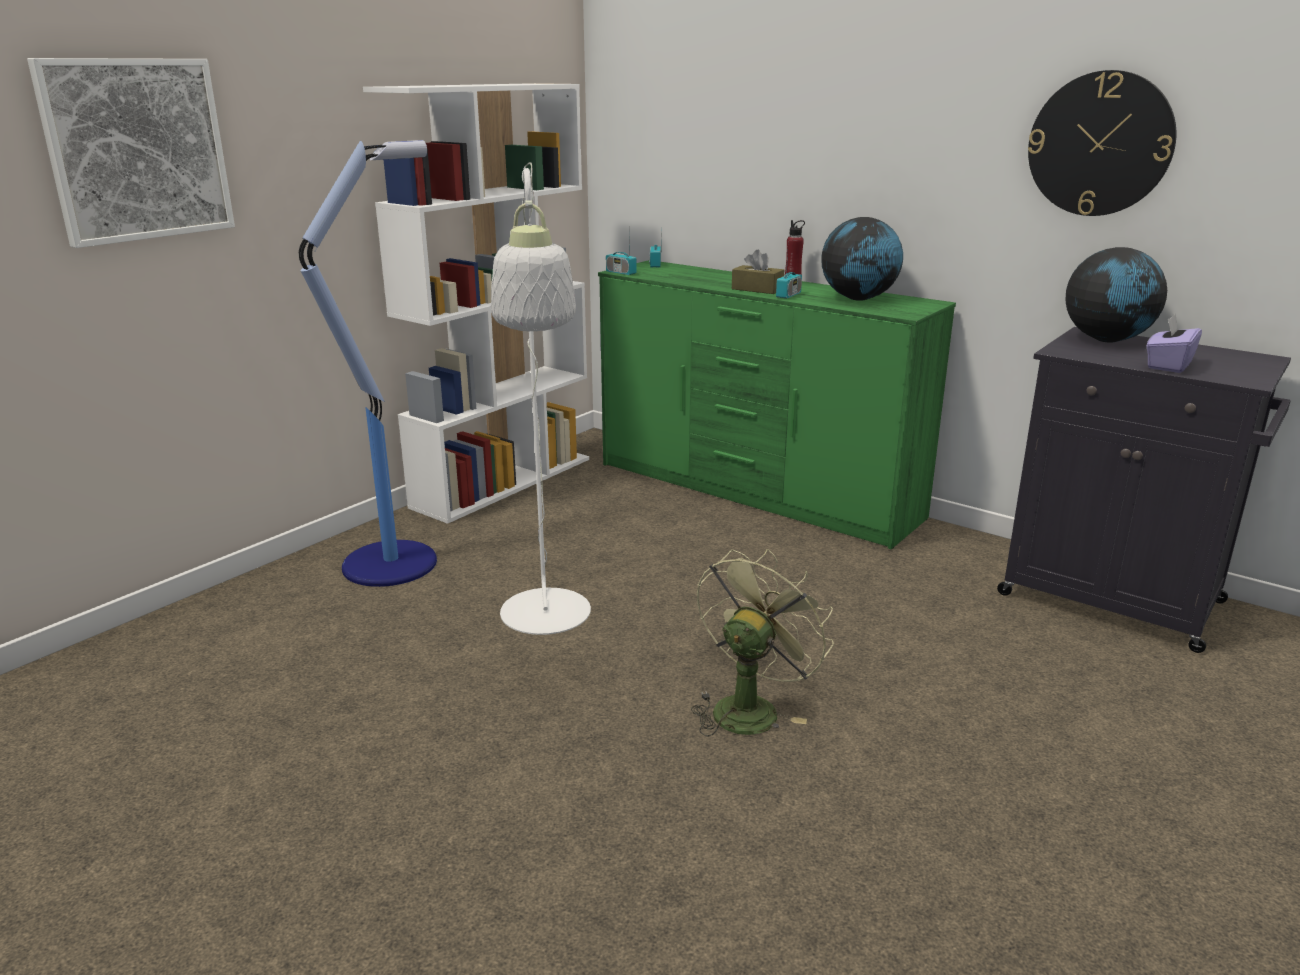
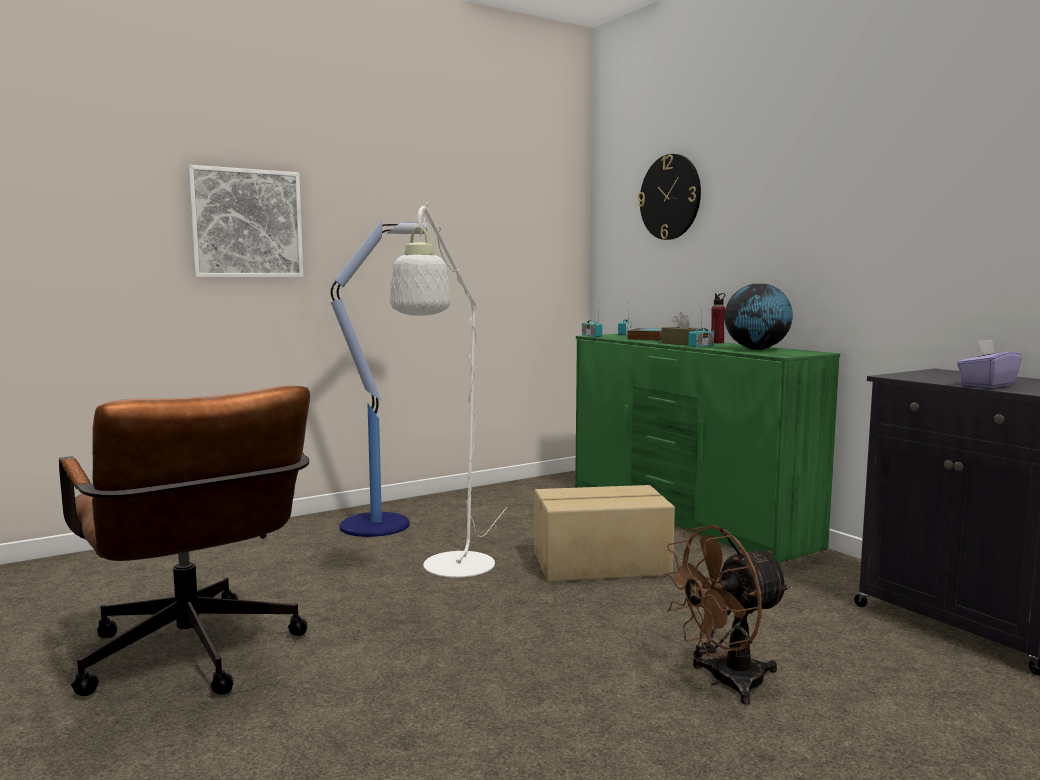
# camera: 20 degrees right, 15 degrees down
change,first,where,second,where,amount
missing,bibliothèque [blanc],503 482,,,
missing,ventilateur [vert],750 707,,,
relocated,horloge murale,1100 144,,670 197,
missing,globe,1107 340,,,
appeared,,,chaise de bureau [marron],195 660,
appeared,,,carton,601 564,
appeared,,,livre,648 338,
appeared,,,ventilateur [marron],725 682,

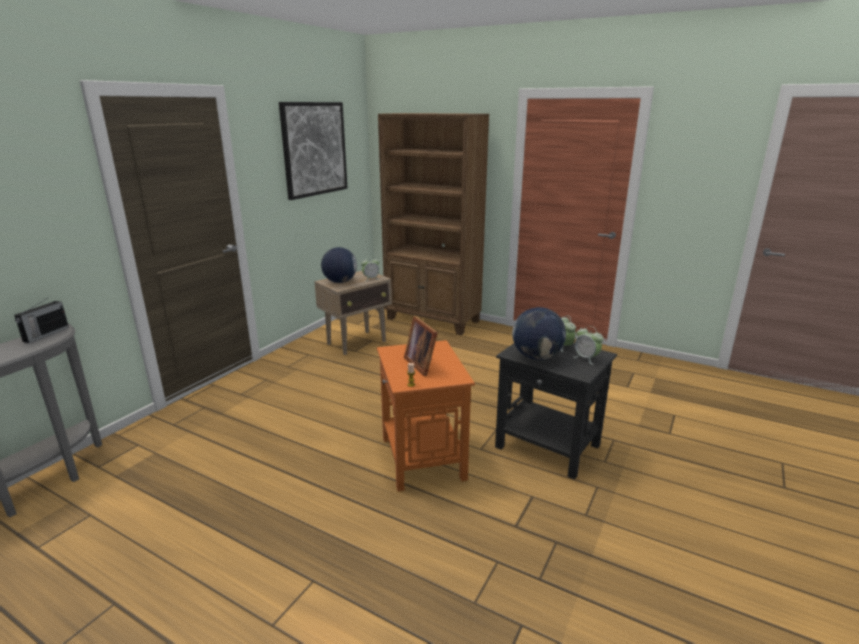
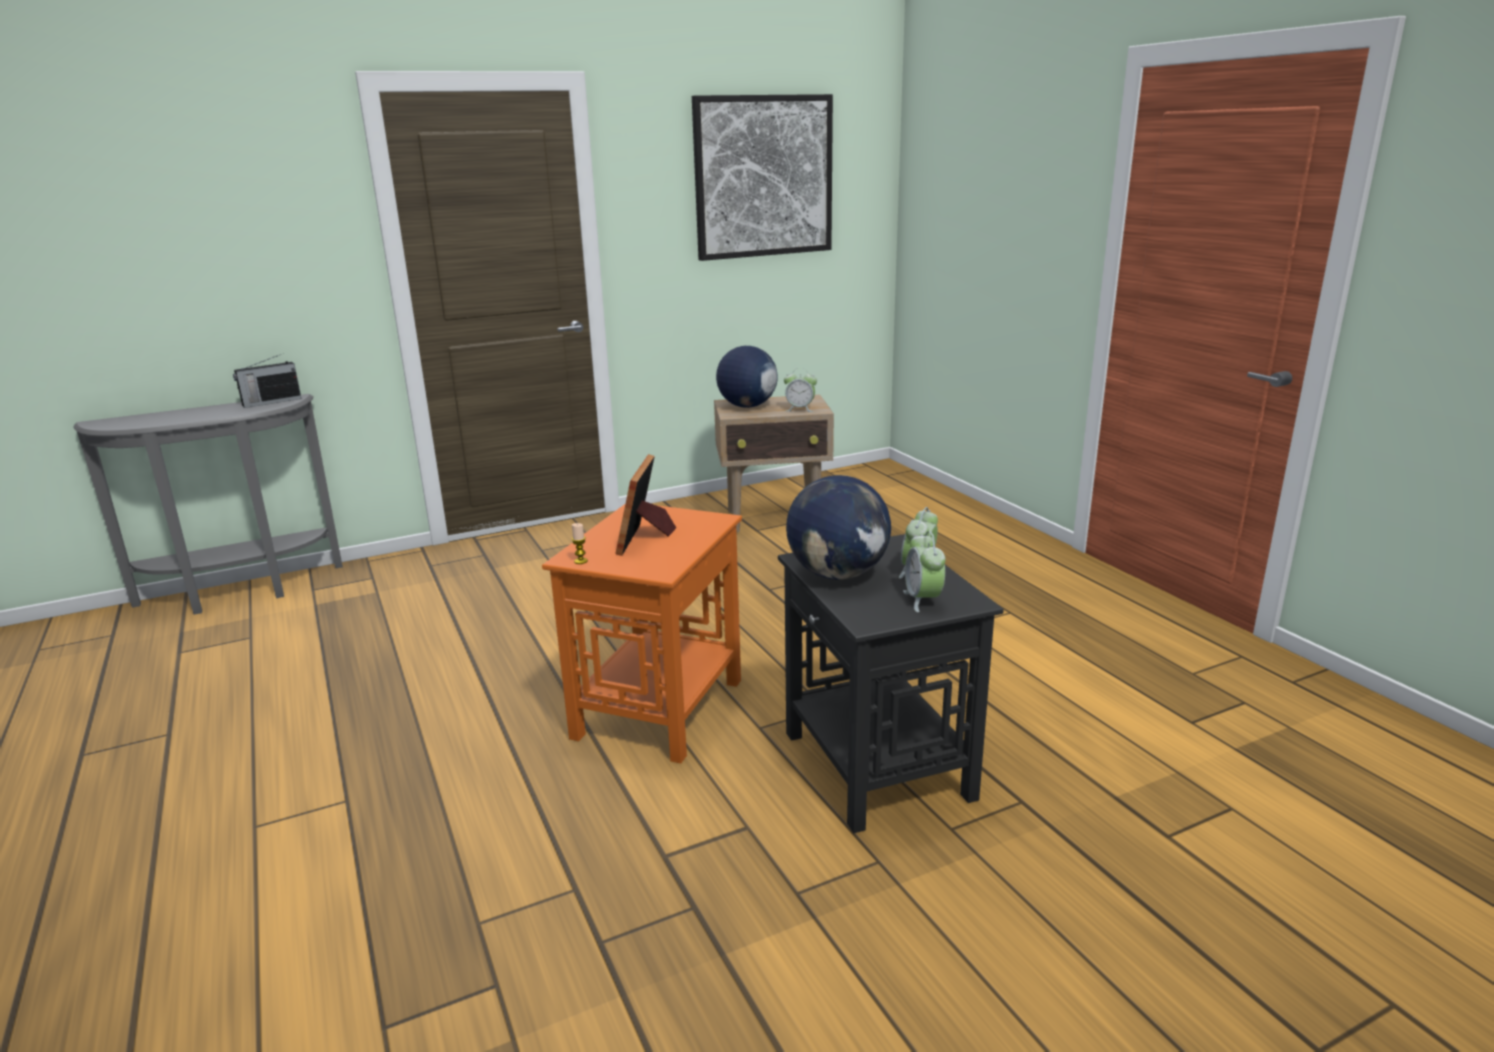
# camera: 35 degrees right, 0 degrees up
change,first,where,second,where,amount
missing,bibliothèque [marron],433 320,,,

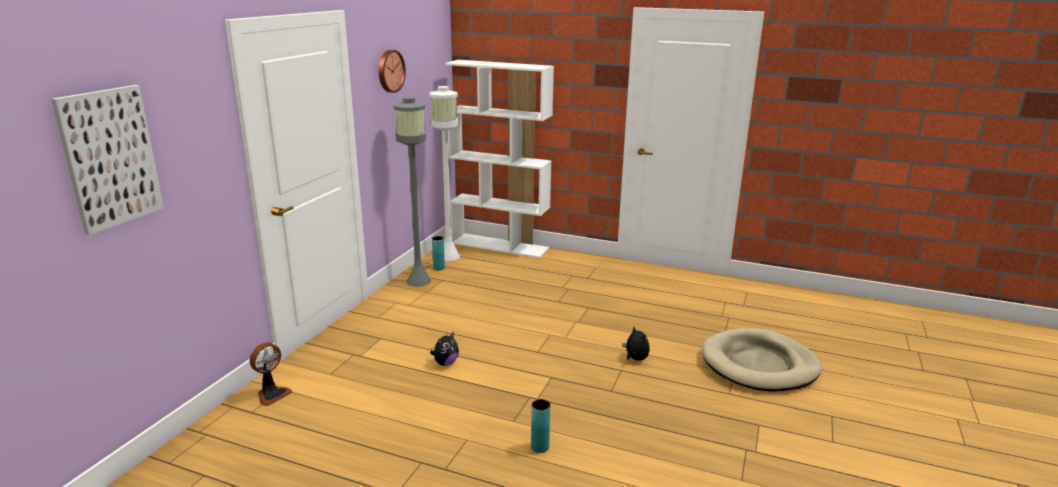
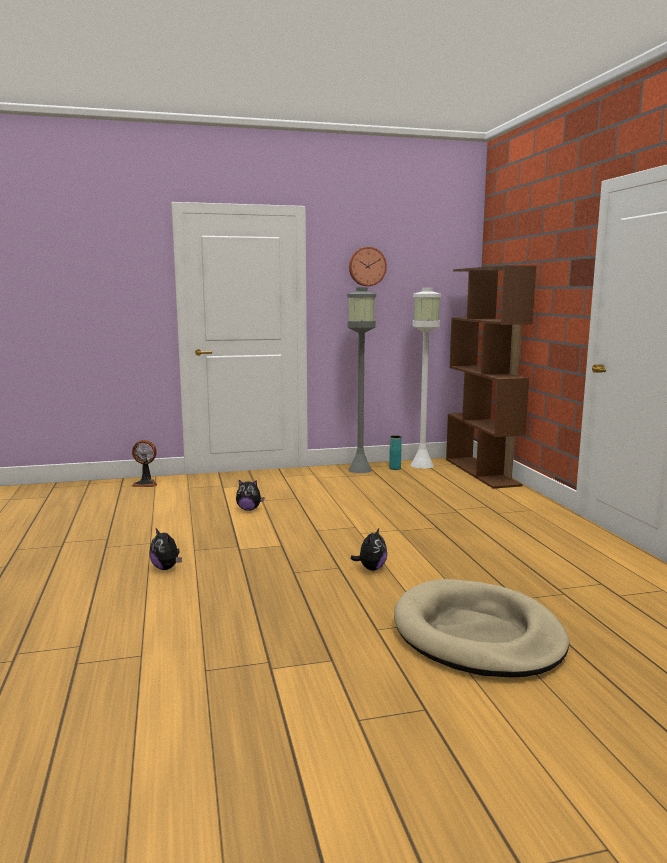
# camera: 55 degrees right, 10 degrees down
change,first,where,second,where,amount
missing,tableau,111 158,,,
colour,bibliothèque [blanc],500 246,bibliothèque [marron],482 472,
exchanged,vase [turquoise],540 447,peluche,166 568,

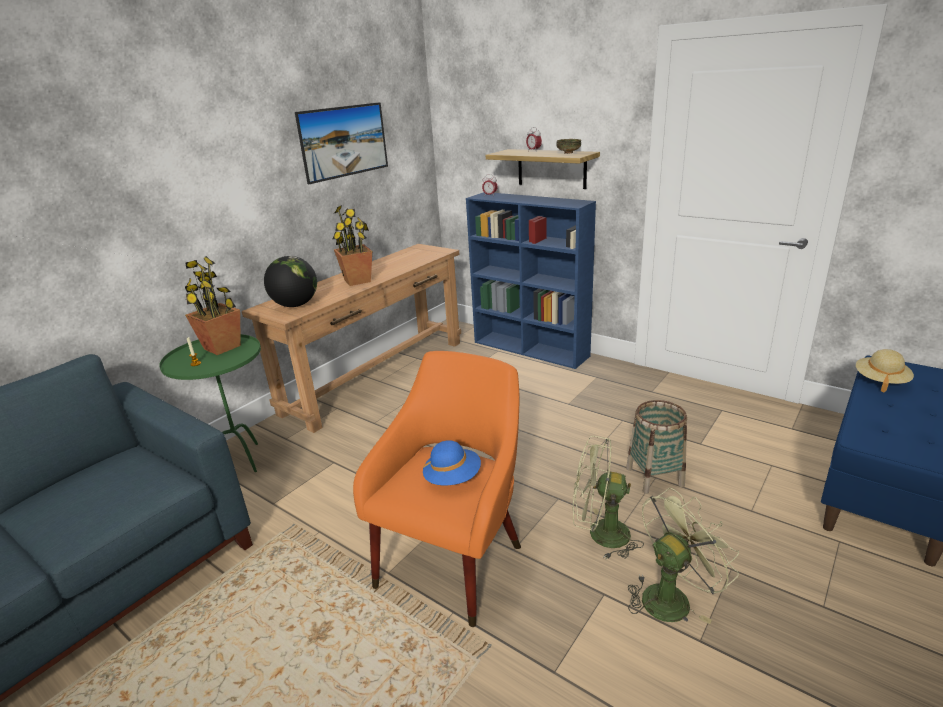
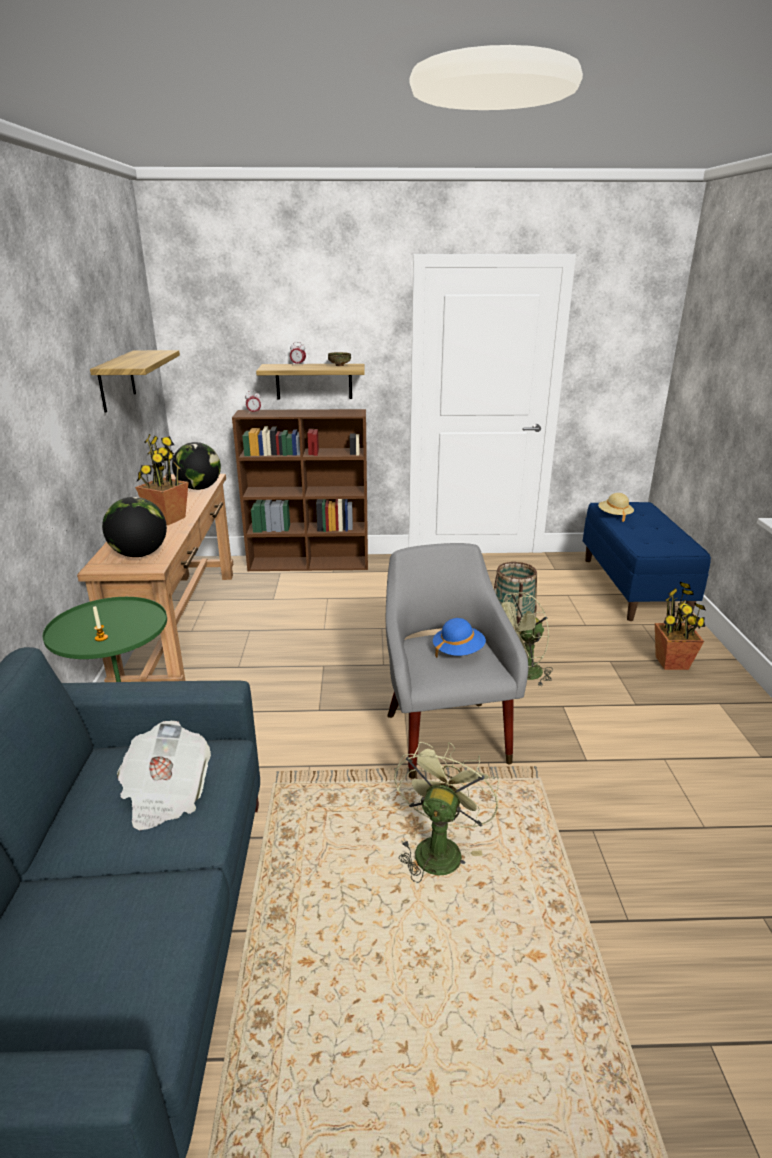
# camera: 40 degrees left, 0 degrees up
change,first,where,second,where,amount
relocated,plante en pot,222 347,,672 663,
exchanged,tableau,347 158,étagère,116 381,
colour,fauteuil [orange],454 557,fauteuil [gris],444 731,
colour,bibliothèque [bleu],531 349,bibliothèque [marron],310 563,
relocated,ventilateur [vert],671 596,,439 847,
appeared,,,journal,166 794,
appeared,,,globe,199 488,

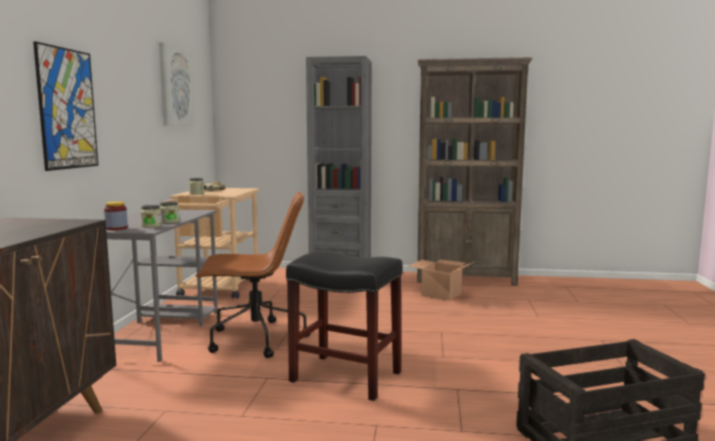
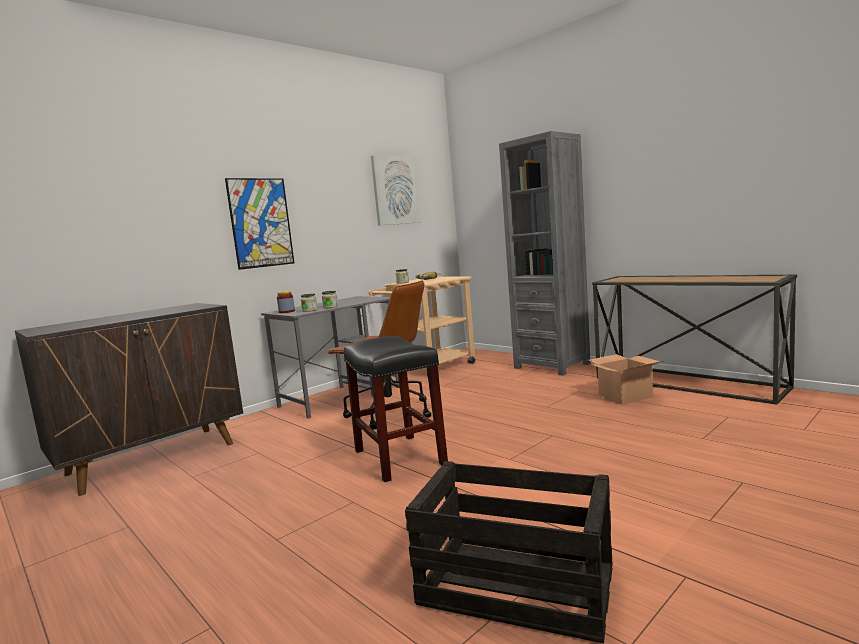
# camera: 40 degrees right, 0 degrees up
change,first,where,second,where,amount
exchanged,bibliothèque [marron],466 279,table console,688 382,

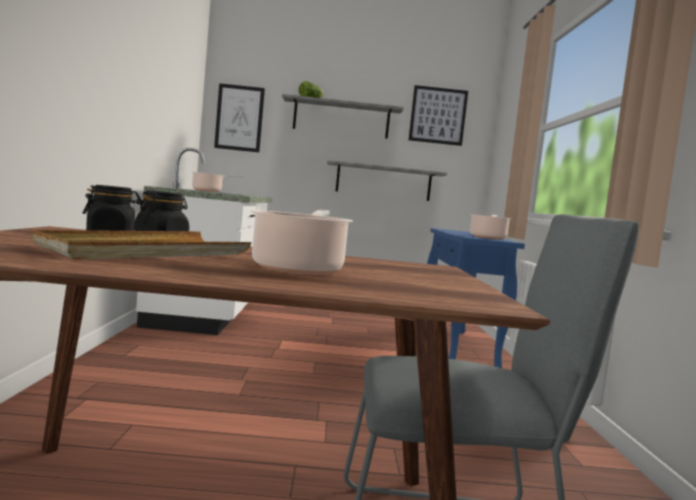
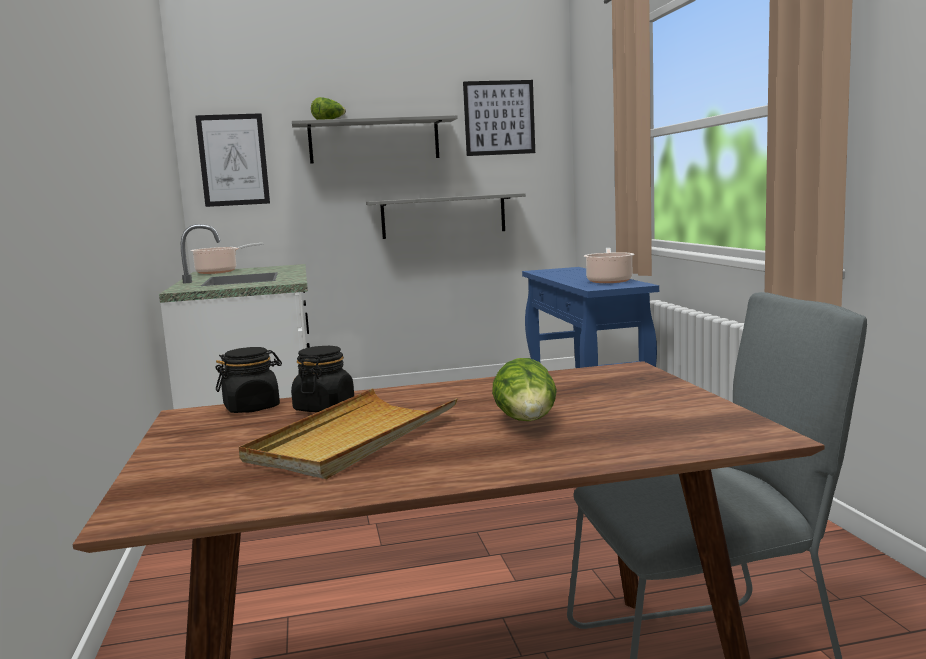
# camera: 10 degrees left, 5 degrees up
change,first,where,second,where,amount
exchanged,marmite,299 268,laitue,527 422,

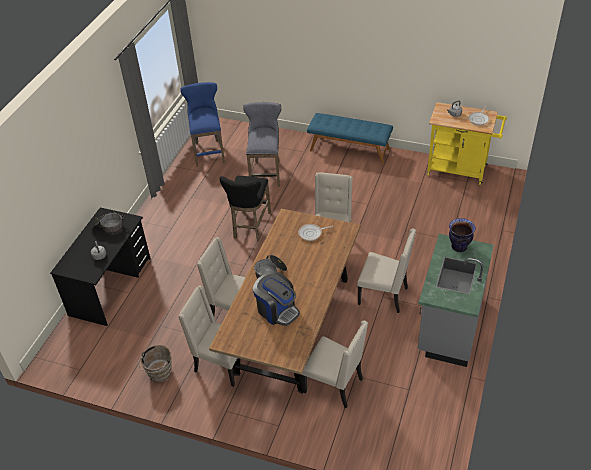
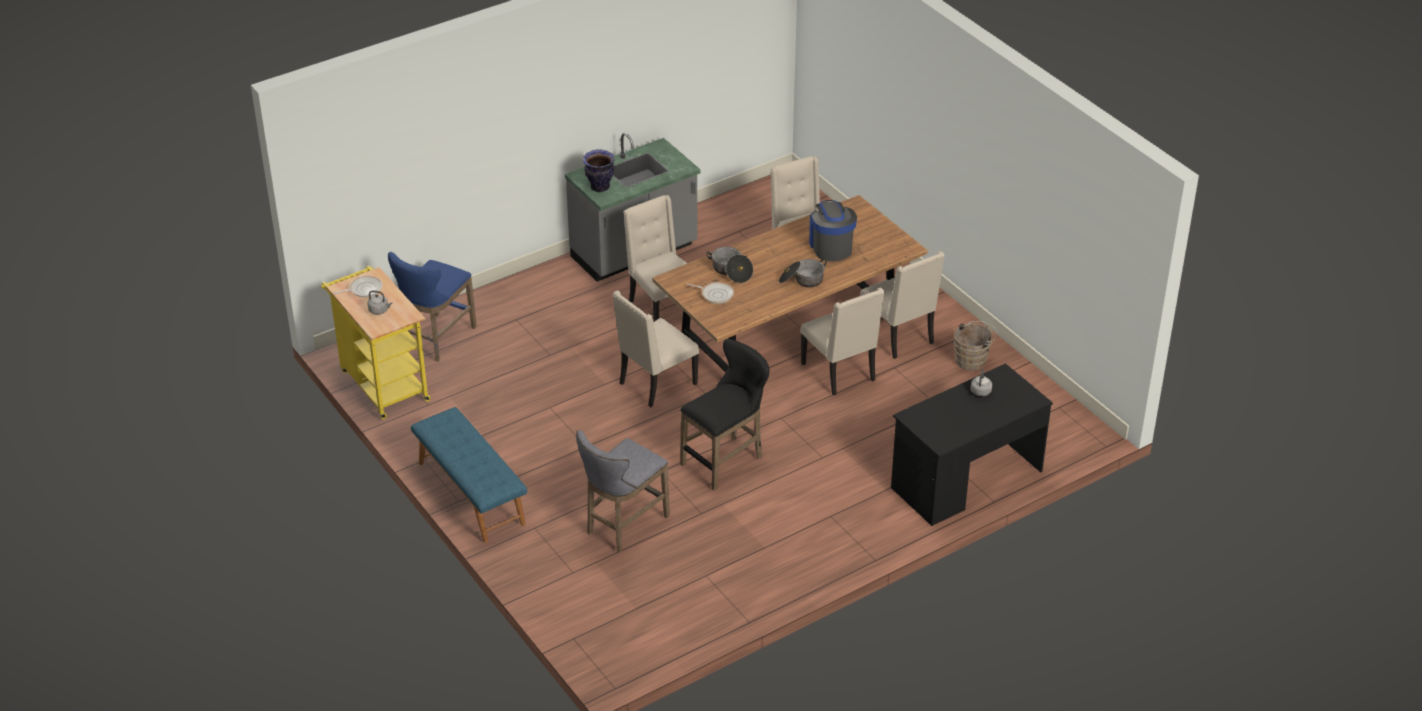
# camera: 145 degrees left, 5 degrees down
change,first,where,second,where,amount
relocated,marmite,108 227,,731 271,
relocated,tabouret [bleu],208 151,,436 340,

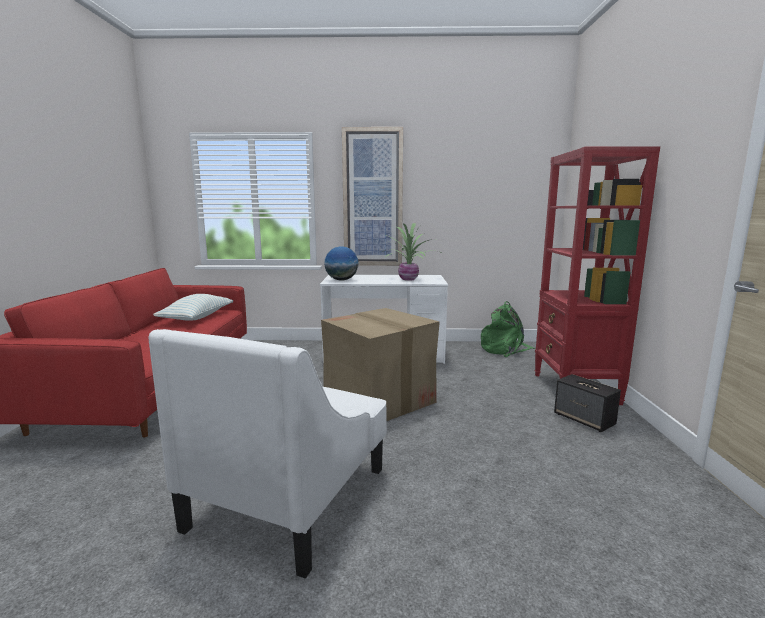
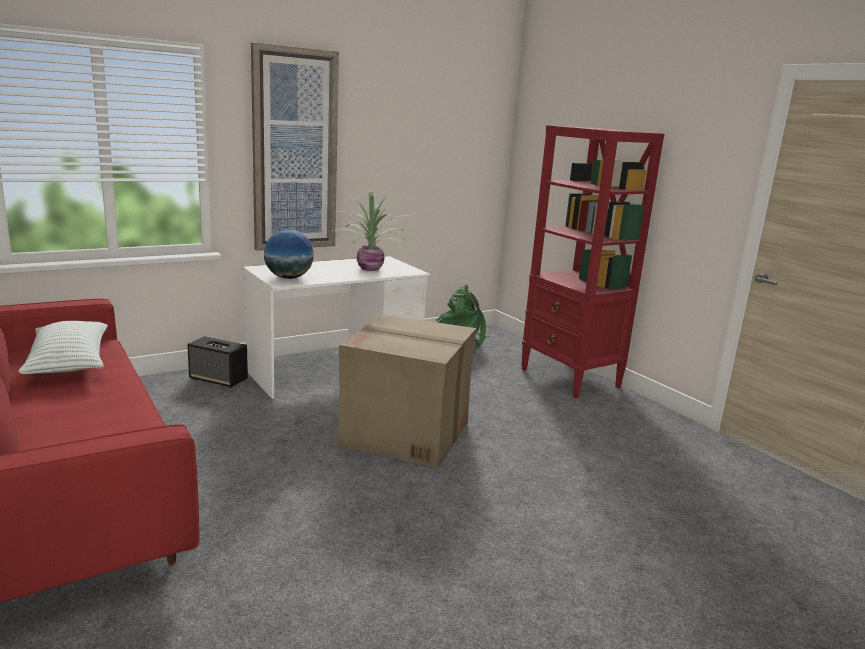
# camera: 35 degrees left, 5 degrees up
change,first,where,second,where,amount
missing,fauteuil [blanc],290 496,,,
relocated,enceinte,584 420,,219 379,

